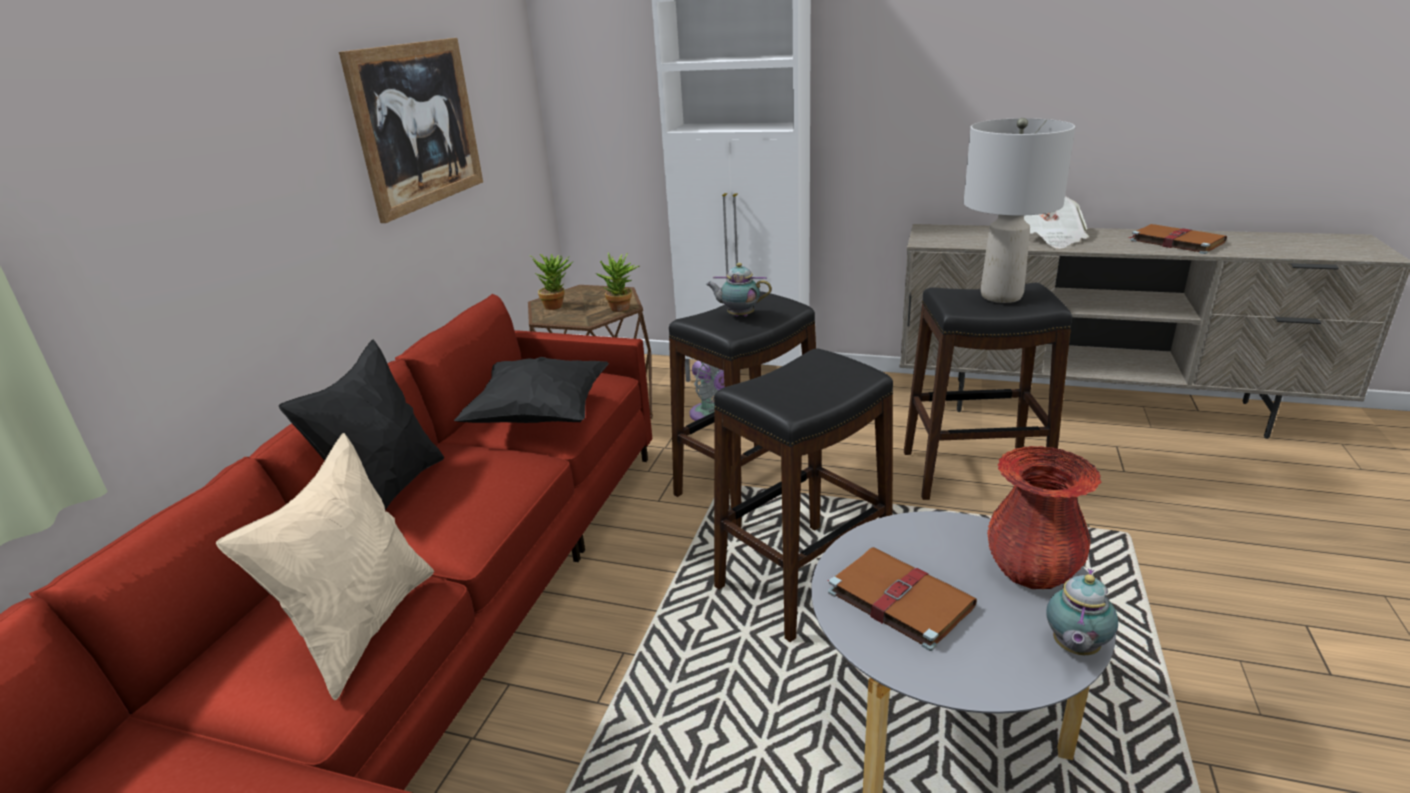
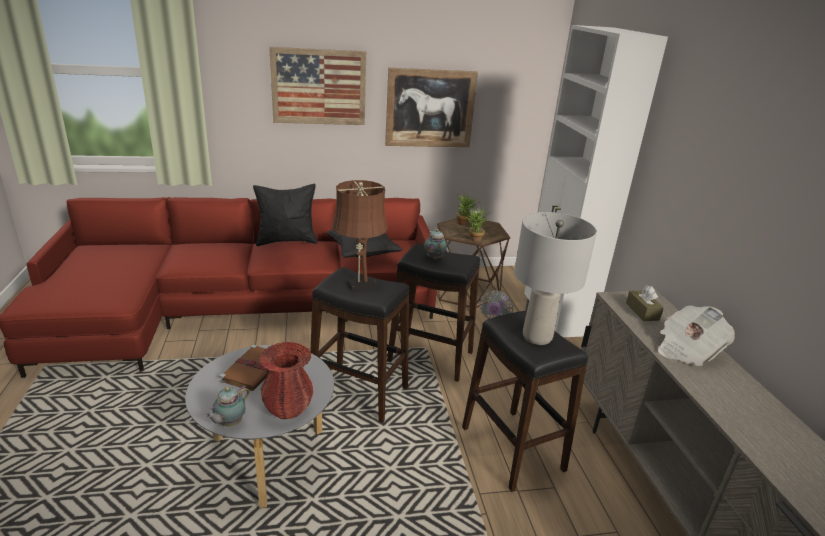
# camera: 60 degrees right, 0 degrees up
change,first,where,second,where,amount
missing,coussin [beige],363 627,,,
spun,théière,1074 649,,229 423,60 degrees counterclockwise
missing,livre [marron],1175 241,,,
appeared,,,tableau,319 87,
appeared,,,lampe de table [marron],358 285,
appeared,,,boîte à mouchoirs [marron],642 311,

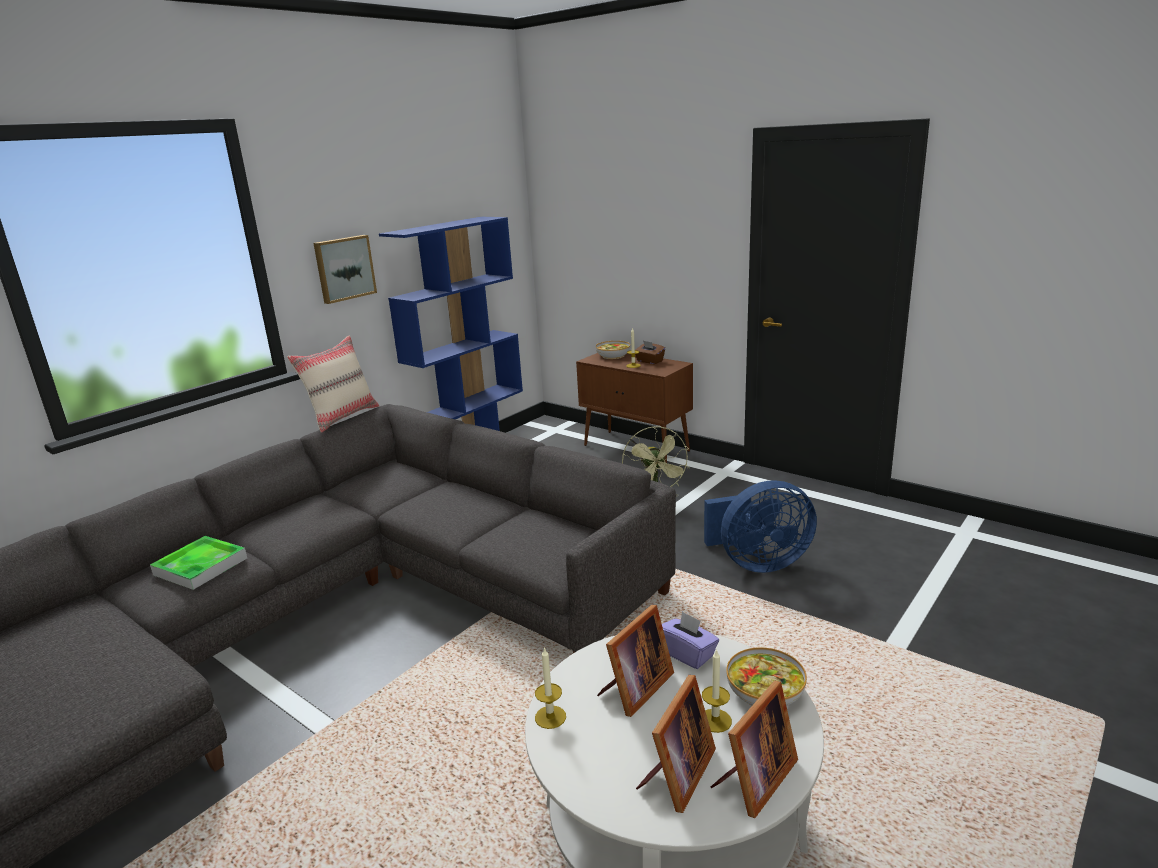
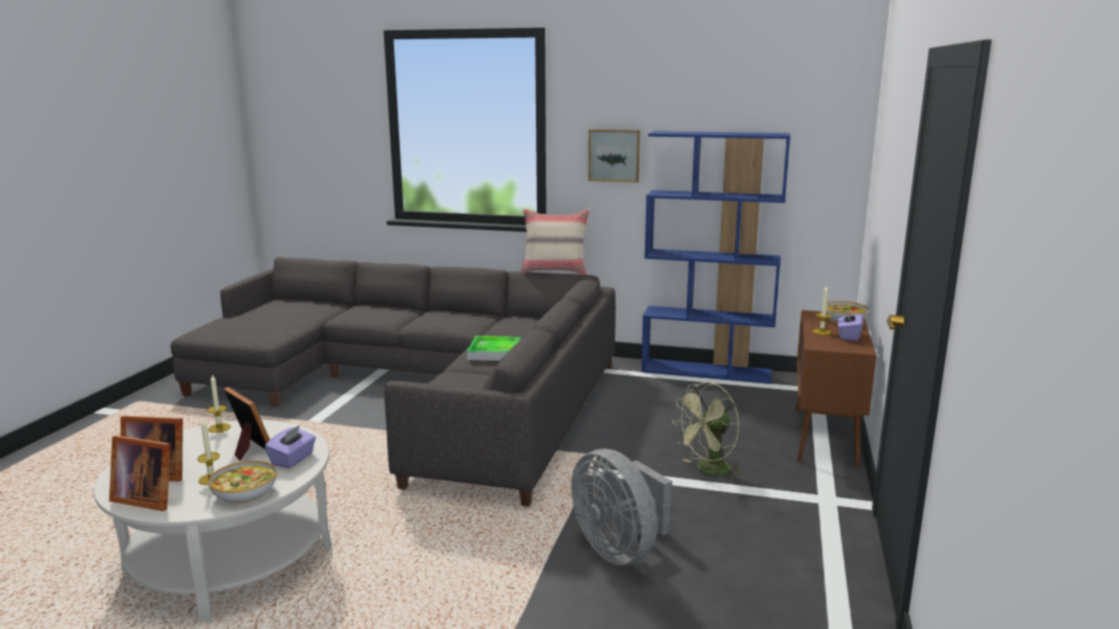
# camera: 65 degrees right, 5 degrees down
change,first,where,second,where,amount
relocated,plateau,200 566,,494 352,
spun,cadre photo,634 689,,248 448,150 degrees counterclockwise
colour,boîte à mouchoirs [marron],649 361,boîte à mouchoirs [violet],848 336,
colour,ventilateur [bleu],758 563,ventilateur [gris],620 550,

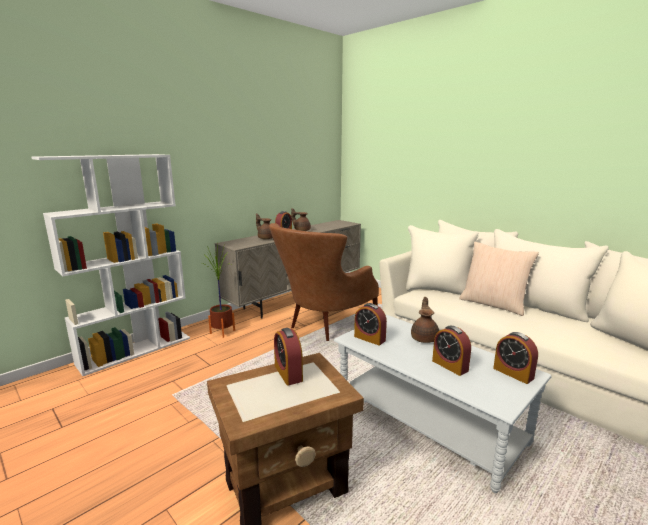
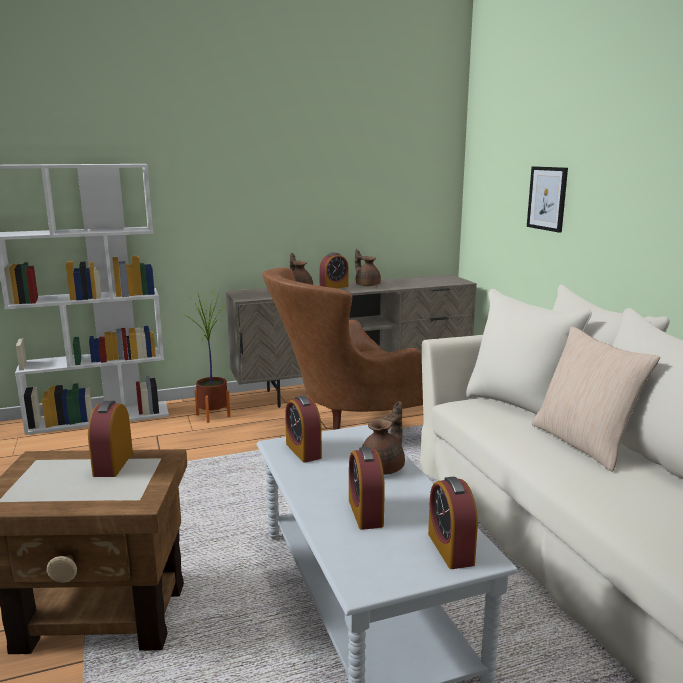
# camera: 25 degrees right, 0 degrees up
change,first,where,second,where,amount
appeared,,,tableau,547 198,

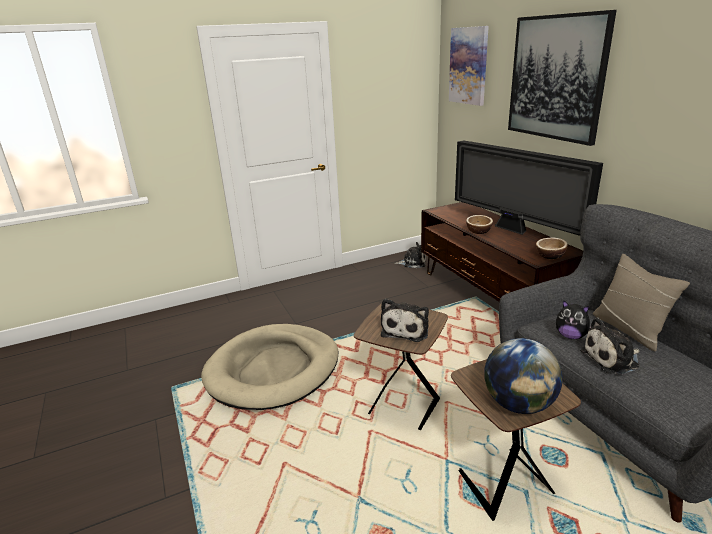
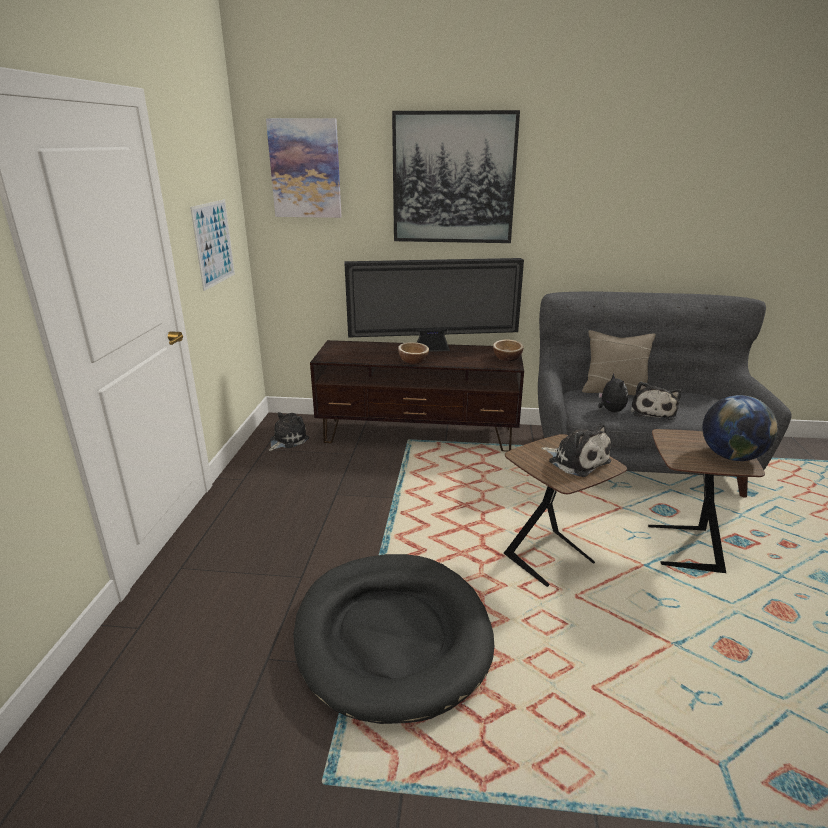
# camera: 60 degrees left, 0 degrees up
change,first,where,second,where,amount
colour,panier pour chien [beige],273 369,panier pour chien [noir],392 636,
spun,peluche,571 336,,610 411,75 degrees counterclockwise
appeared,,,tableau,213 243,

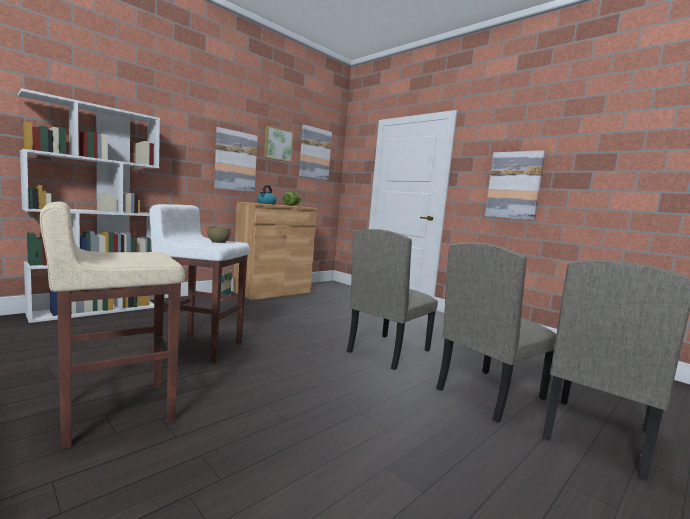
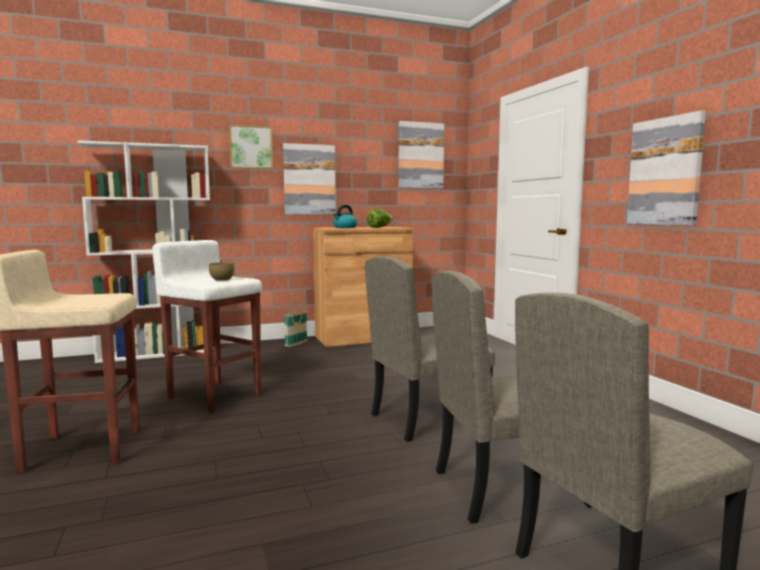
# camera: 25 degrees right, 0 degrees up
change,first,where,second,where,amount
relocated,tableau,277 144,,250 147,

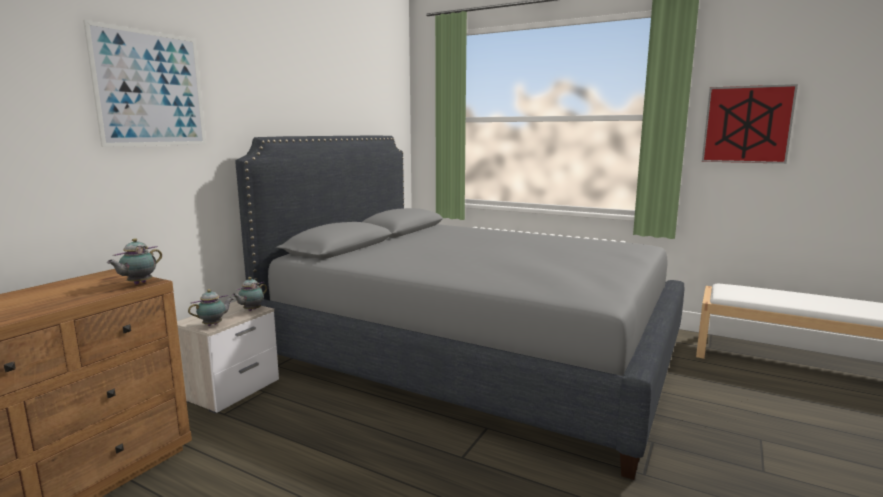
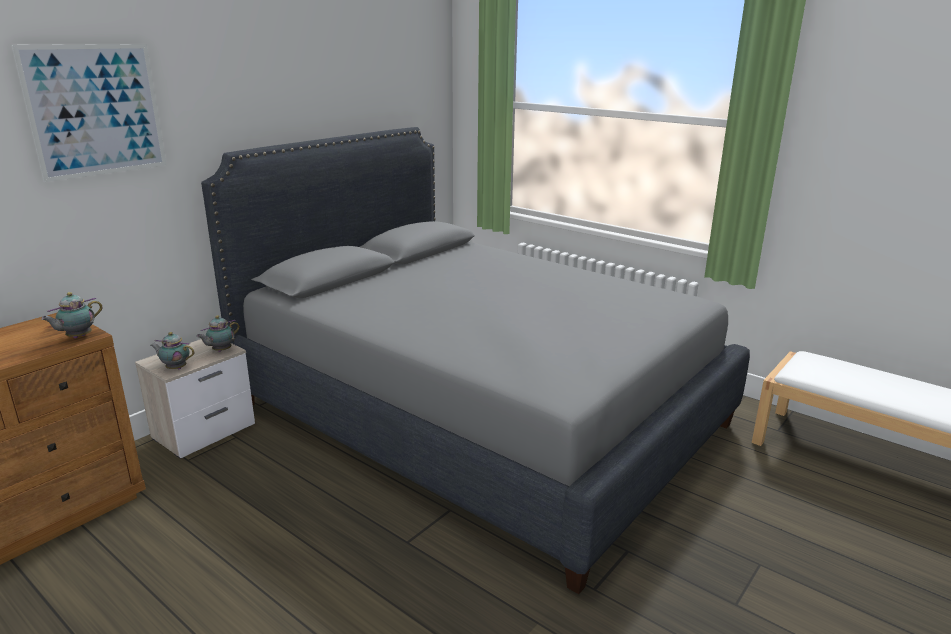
# camera: 10 degrees right, 10 degrees up
change,first,where,second,where,amount
spun,théière,214 325,,175 368,135 degrees counterclockwise
missing,tableau,747 124,,,

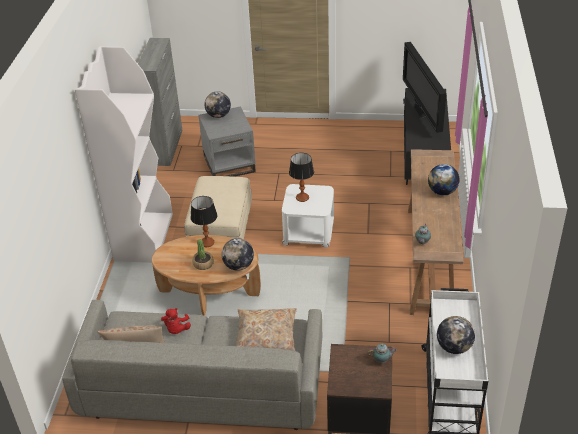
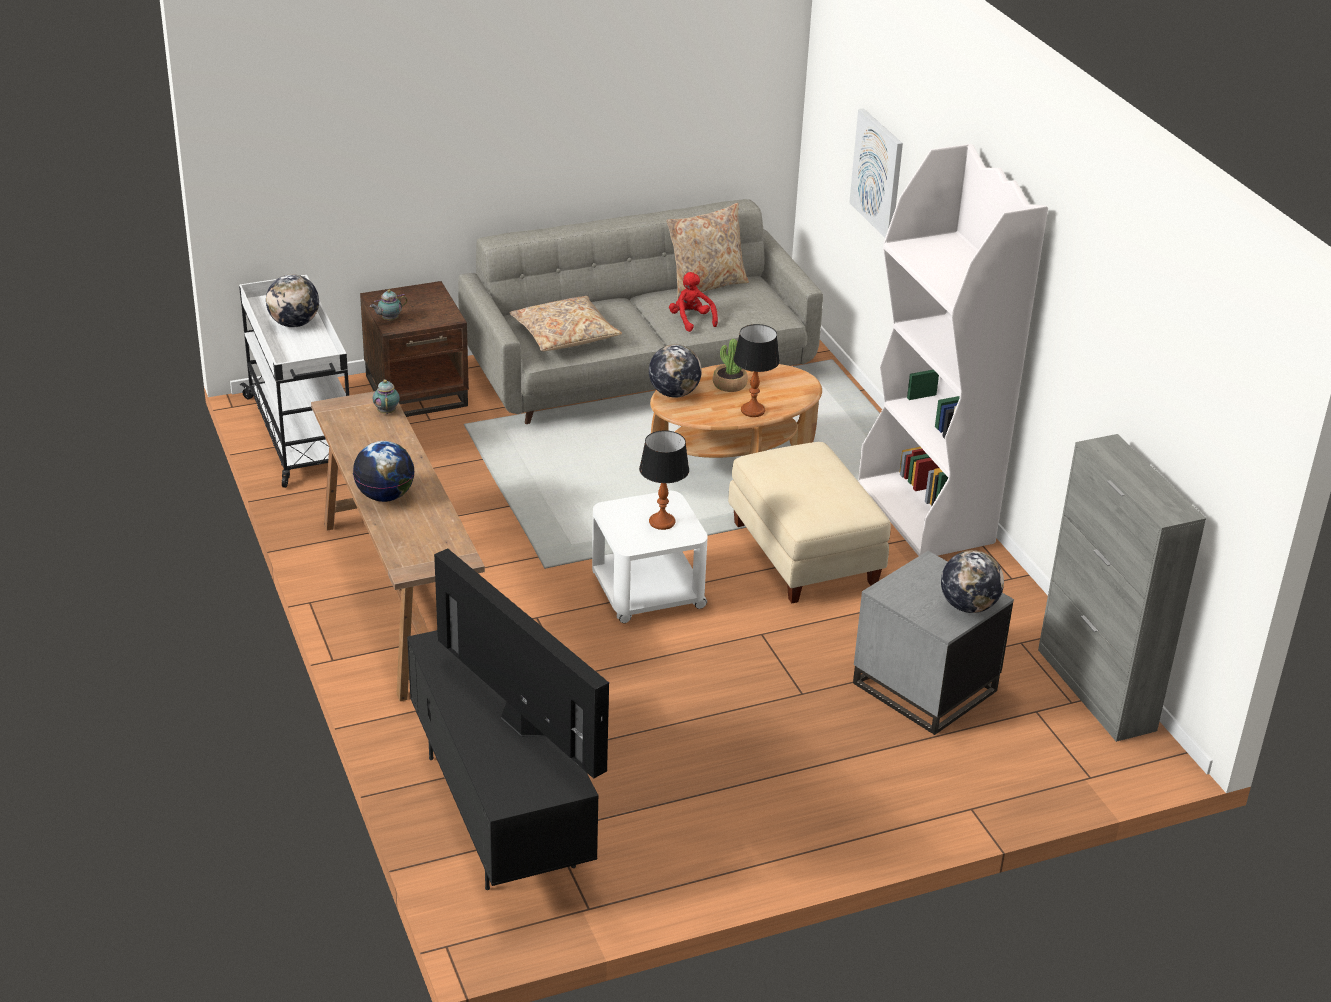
# camera: 150 degrees right, 5 degrees down
change,first,where,second,where,amount
appeared,,,tableau,878 173,

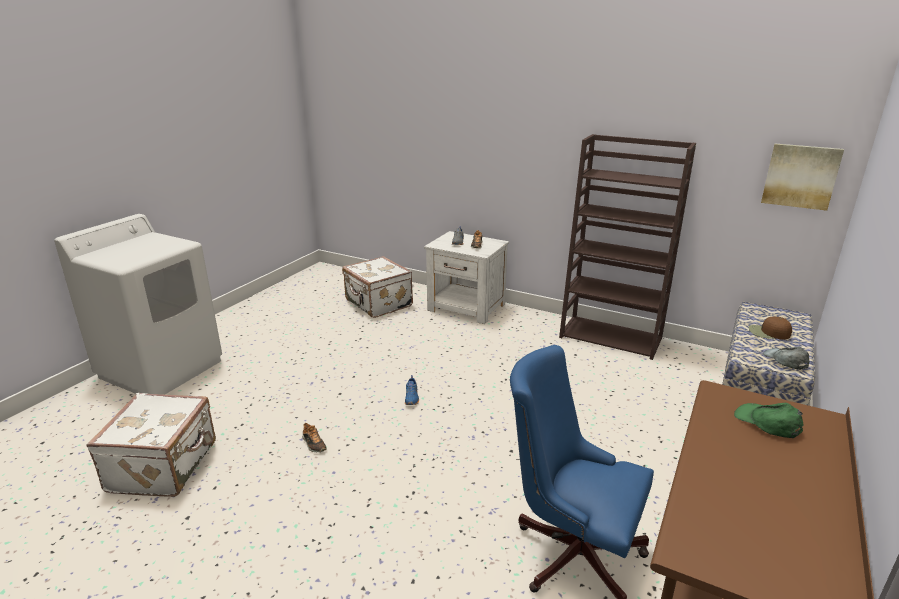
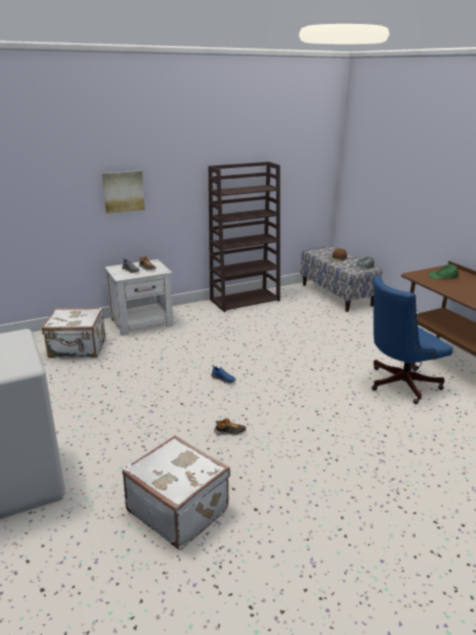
# camera: 55 degrees left, 0 degrees up
change,first,where,second,where,amount
relocated,tableau,800 176,,123 191,

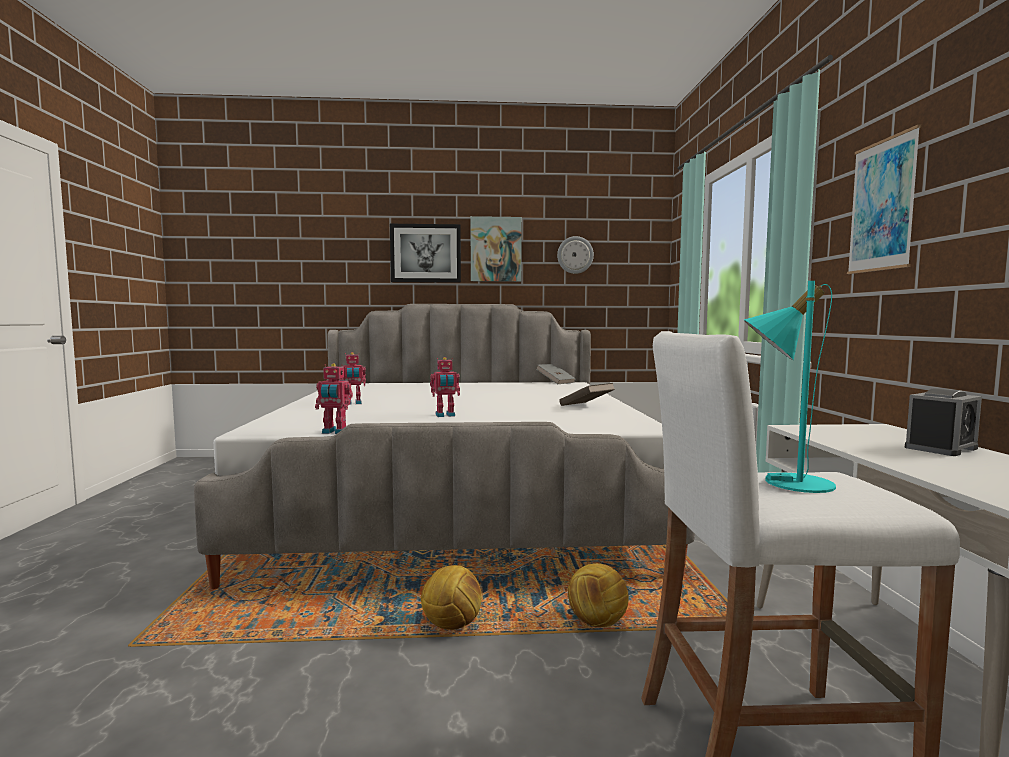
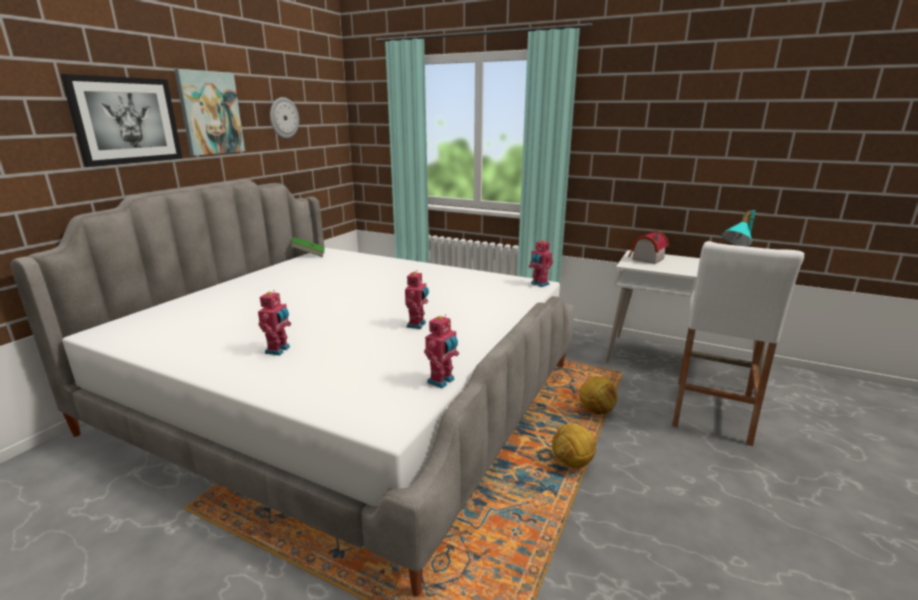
# camera: 60 degrees left, 15 degrees up
change,first,where,second,where,amount
colour,livre [gris],555 382,livre [vert],308 255,
missing,livre [marron],586 406,,,
missing,tableau,882 205,,,
missing,réveil,941 448,,,
appeared,,,robot jouet,539 284,
appeared,,,maison miniature,645 259,

